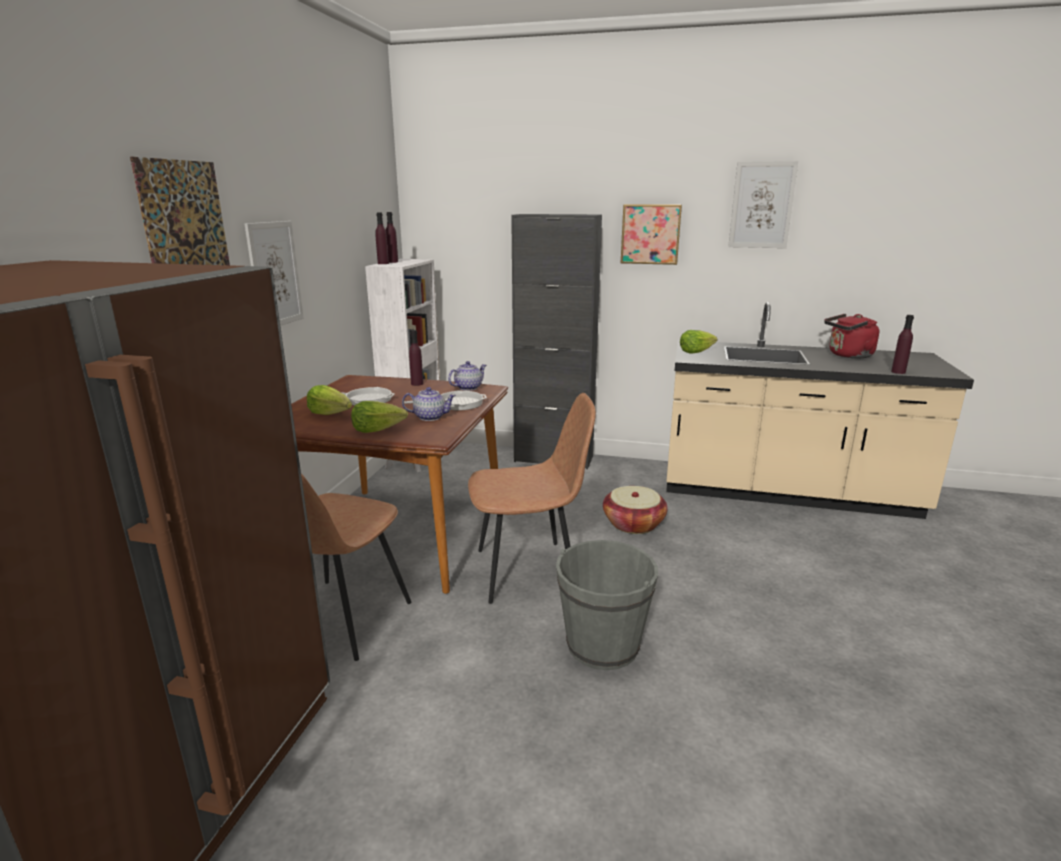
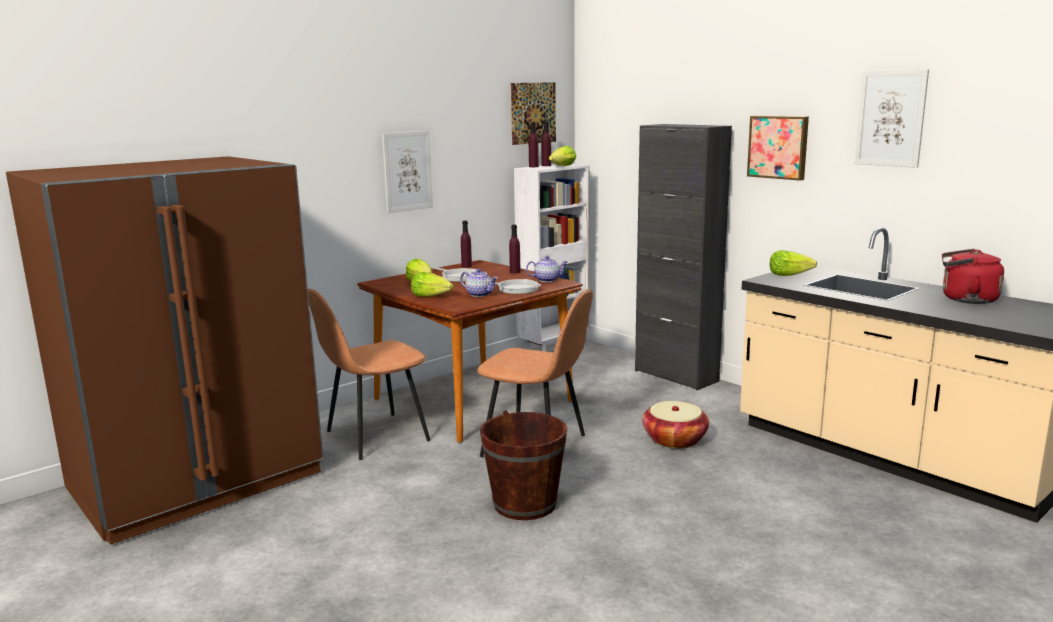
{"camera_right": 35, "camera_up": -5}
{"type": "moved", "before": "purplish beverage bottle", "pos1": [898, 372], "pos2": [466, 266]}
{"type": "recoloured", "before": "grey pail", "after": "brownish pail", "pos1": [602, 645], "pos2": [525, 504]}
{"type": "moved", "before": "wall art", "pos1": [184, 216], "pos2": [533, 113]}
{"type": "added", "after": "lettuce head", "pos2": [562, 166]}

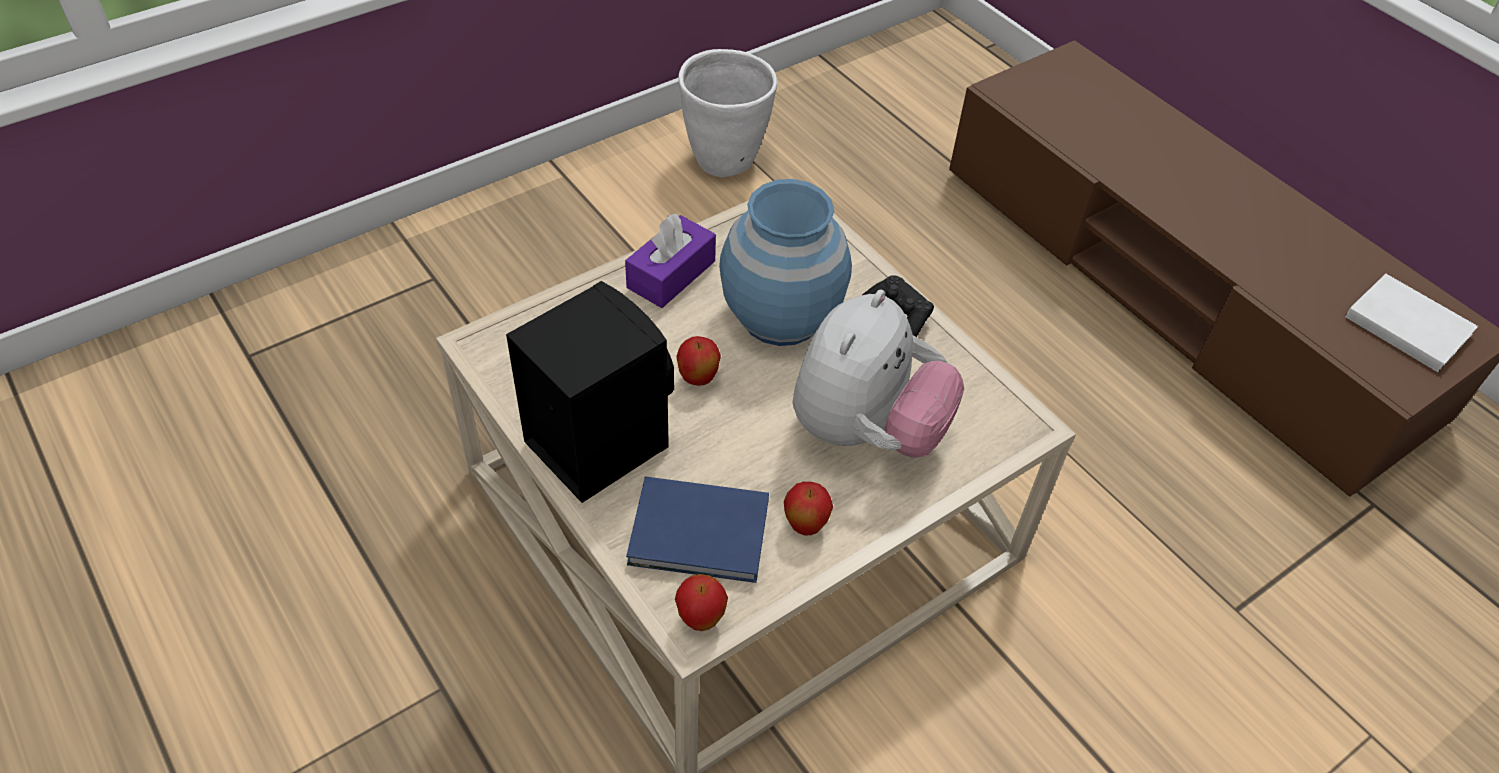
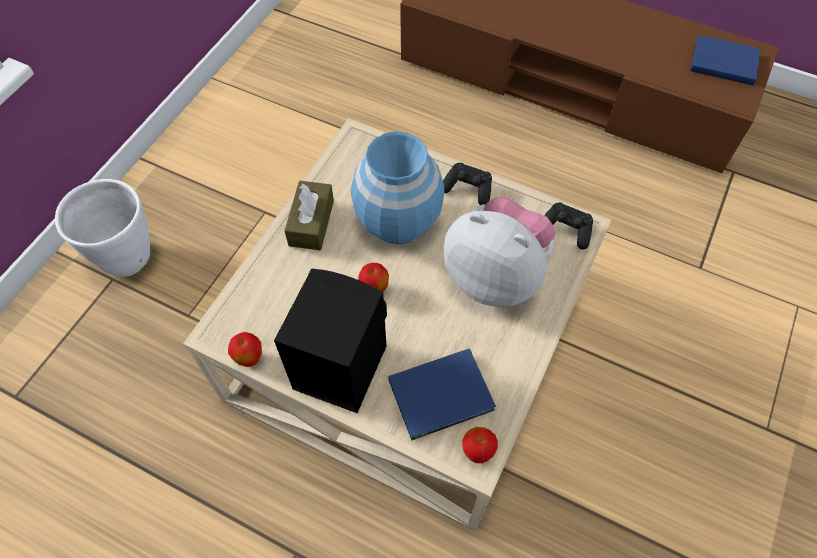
{"camera_right": -25, "camera_up": 10}
{"type": "moved", "before": "whitish flower pot", "pos1": [725, 161], "pos2": [128, 258]}
{"type": "moved", "before": "apple", "pos1": [805, 525], "pos2": [249, 358]}
{"type": "recoloured", "before": "purplish box of tissues", "after": "brownish box of tissues", "pos1": [671, 274], "pos2": [311, 223]}
{"type": "turned", "before": "plush toy", "pos1": [866, 431], "pos2": [495, 275], "turn": -60}
{"type": "added", "after": "blackish game controller", "pos2": [566, 230]}
{"type": "recoloured", "before": "whitish bound book", "after": "blue bound book", "pos1": [1405, 323], "pos2": [722, 61]}

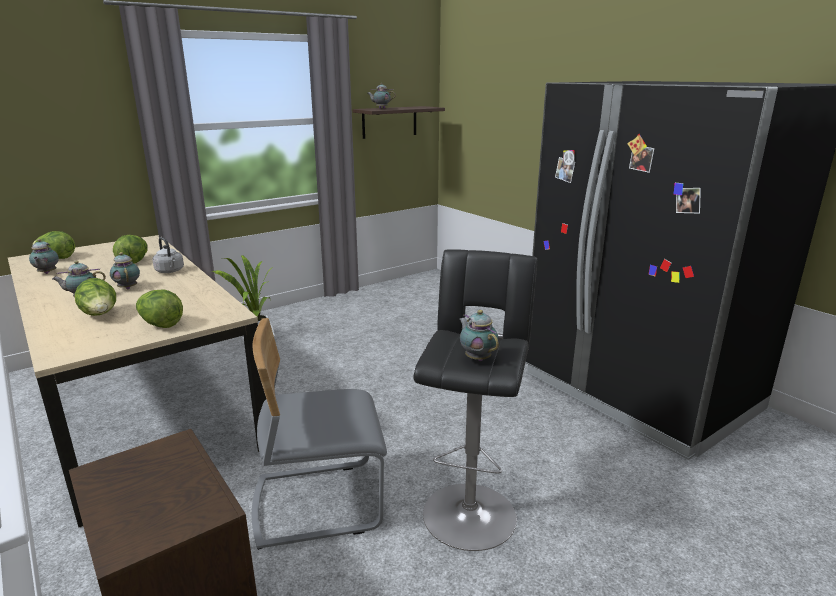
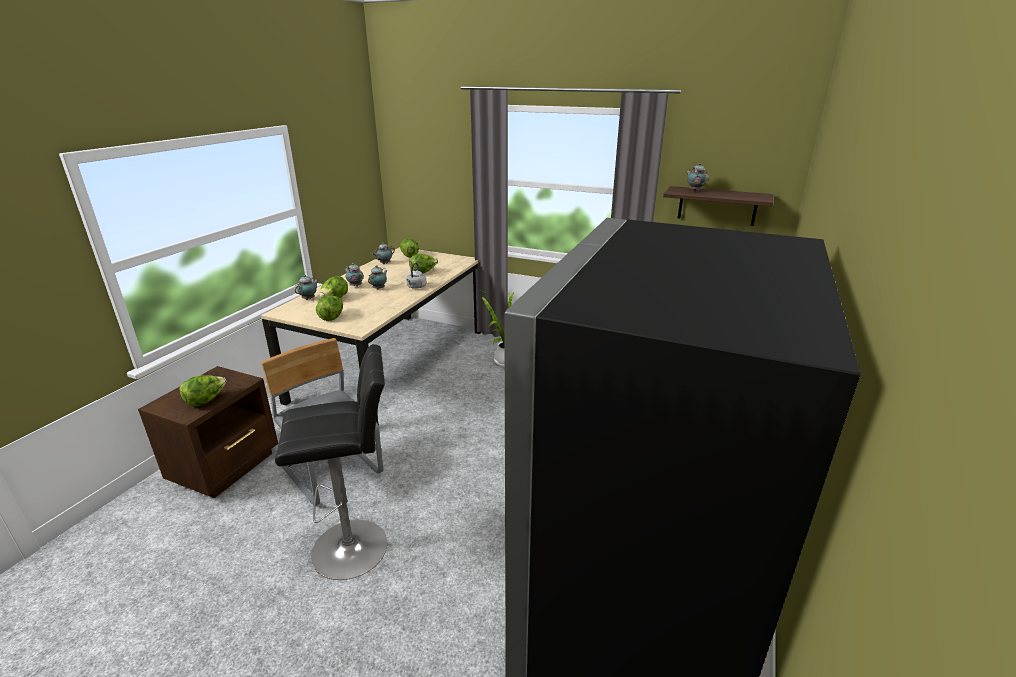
{"camera_right": 60, "camera_up": 5}
{"type": "added", "after": "lettuce head", "pos2": [206, 401]}
{"type": "moved", "before": "pot for tea", "pos1": [477, 358], "pos2": [309, 298]}

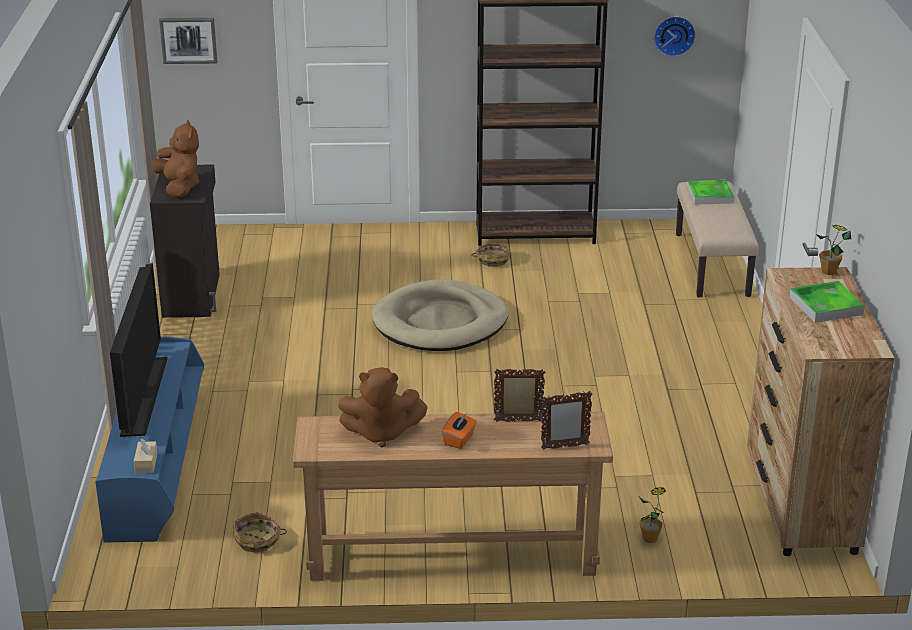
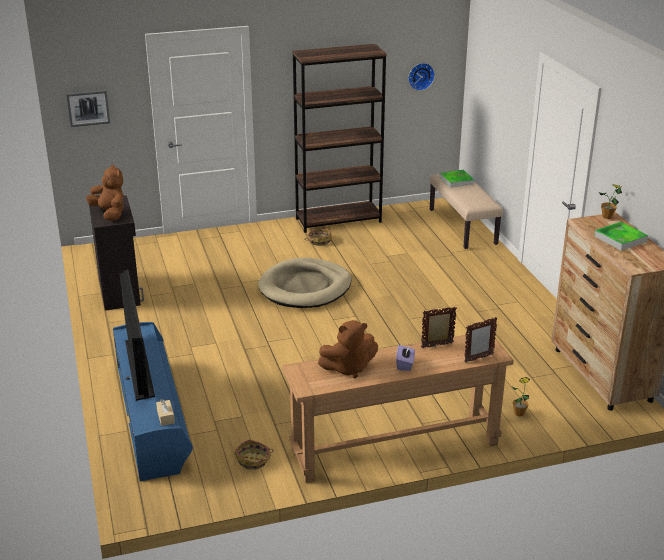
{"camera_right": -15, "camera_up": 0}
{"type": "recoloured", "before": "orange-coloured box of tissues", "after": "purplish box of tissues", "pos1": [459, 440], "pos2": [405, 364]}

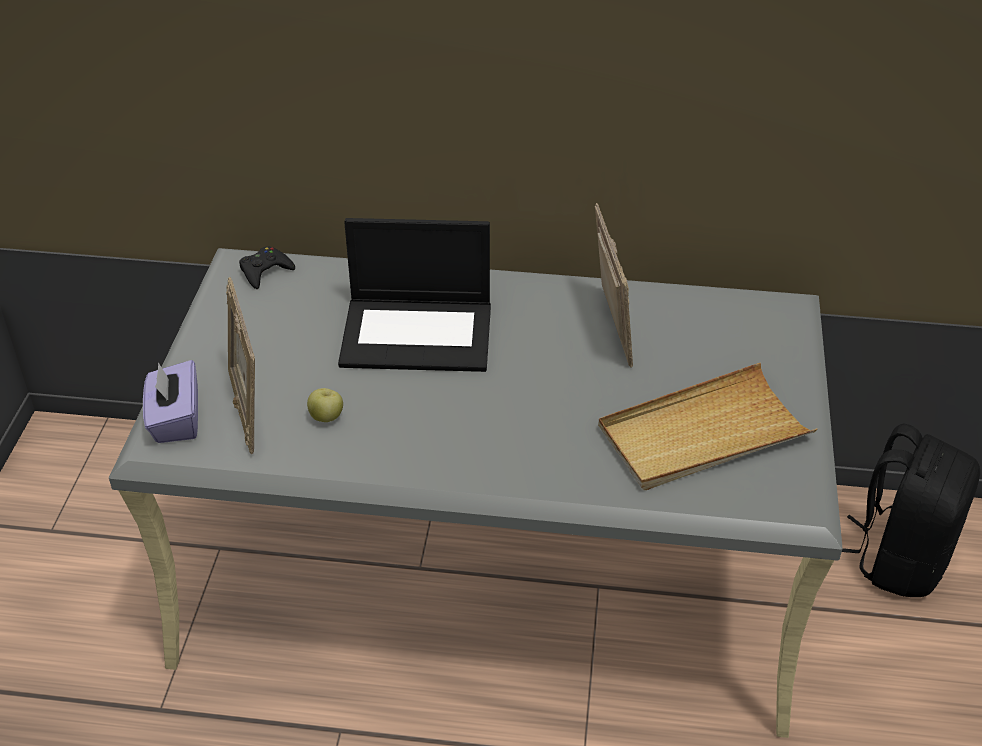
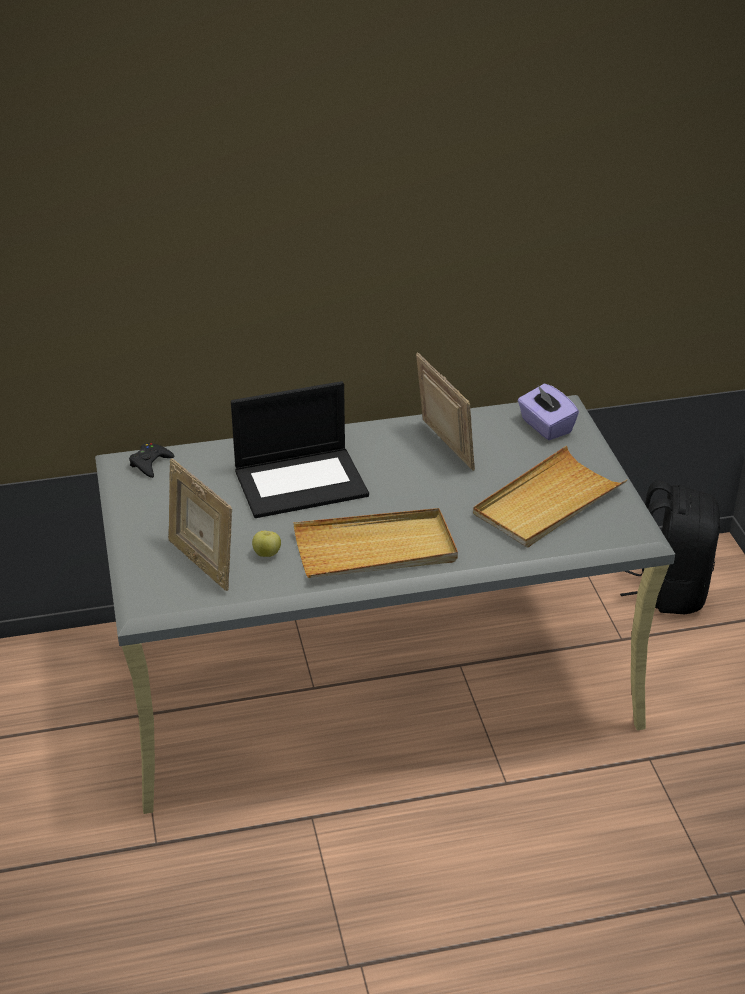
{"camera_right": -20, "camera_up": -5}
{"type": "added", "after": "beige-coloured carrying tray", "pos2": [375, 549]}
{"type": "moved", "before": "purplish box of tissues", "pos1": [175, 420], "pos2": [545, 426]}

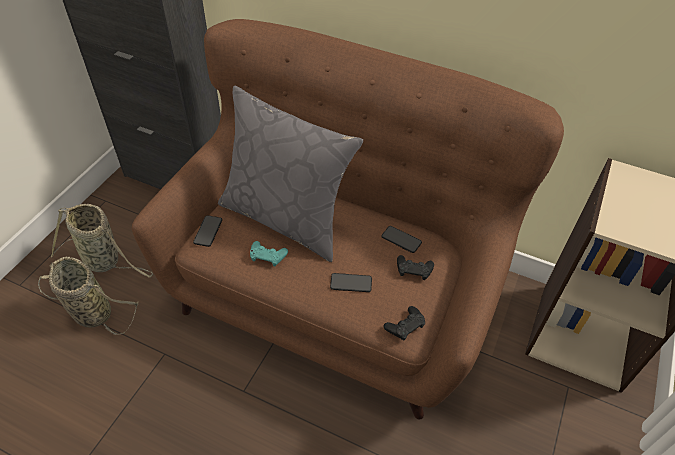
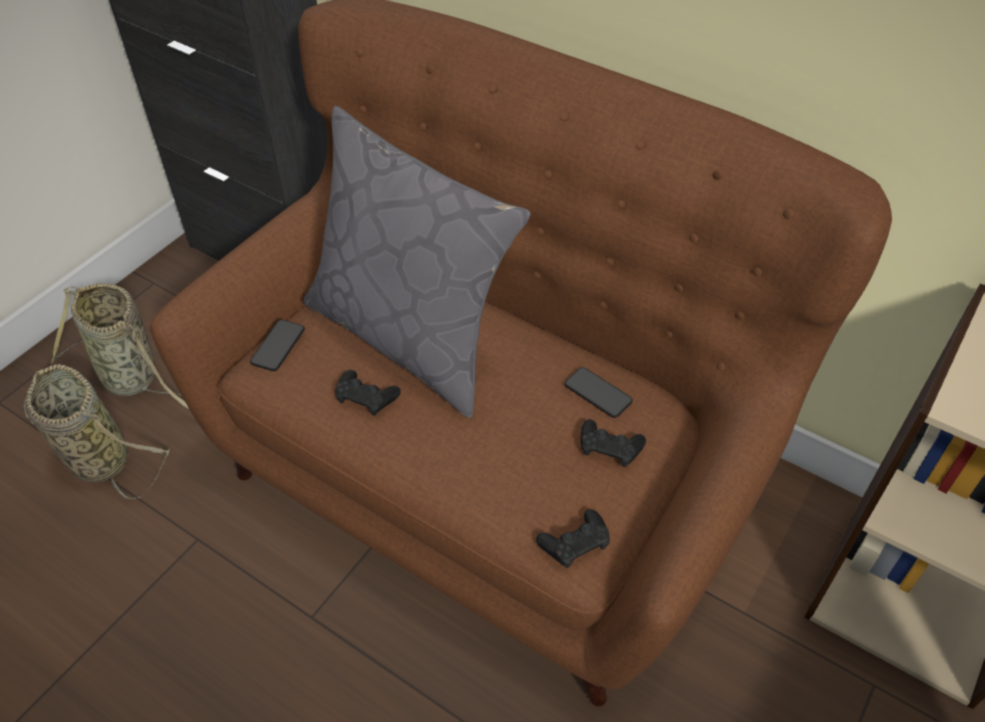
{"camera_right": 10, "camera_up": 0}
{"type": "recoloured", "before": "turquoise game controller", "after": "blackish game controller", "pos1": [268, 256], "pos2": [366, 397]}
{"type": "removed", "before": "handset", "pos1": [351, 283]}

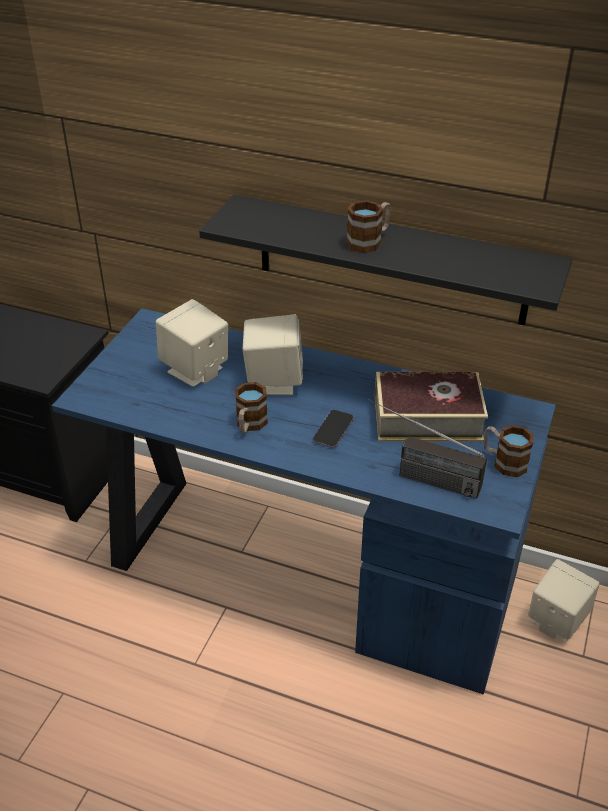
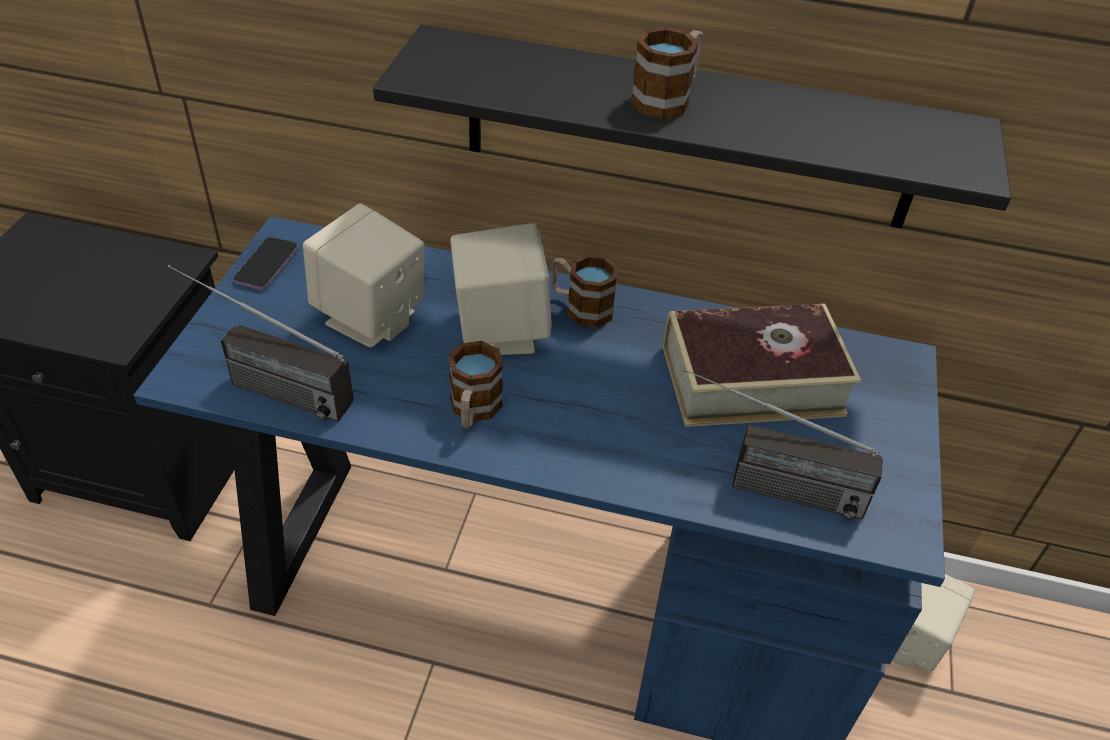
{"camera_right": -10, "camera_up": 5}
{"type": "added", "after": "radio set", "pos2": [262, 385]}
{"type": "moved", "before": "handset", "pos1": [333, 430], "pos2": [267, 265]}
{"type": "moved", "before": "mug", "pos1": [504, 461], "pos2": [580, 307]}

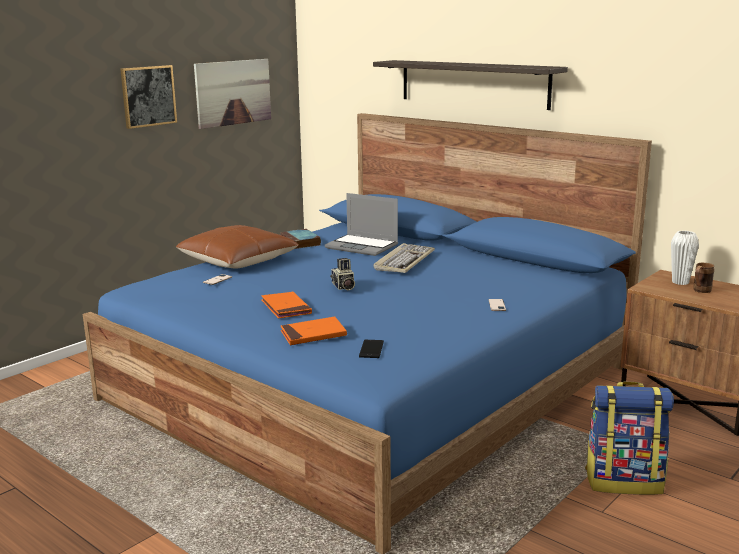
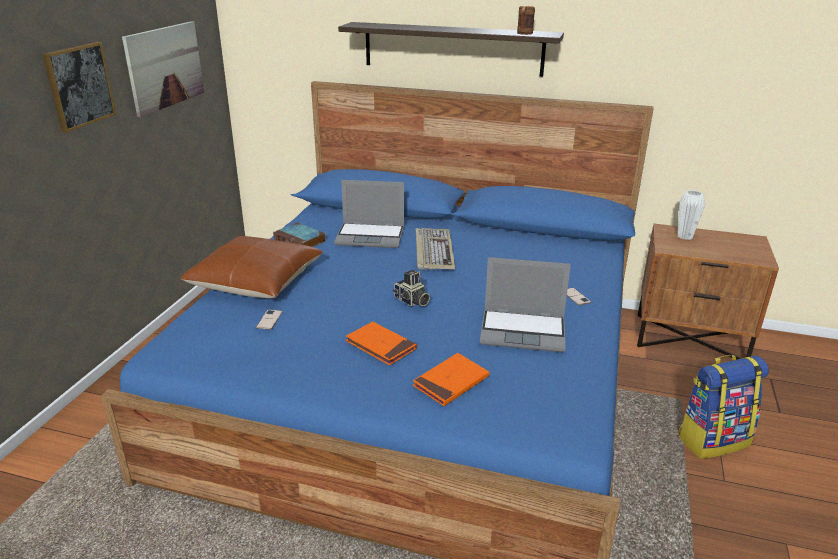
{"camera_right": -25, "camera_up": 10}
{"type": "added", "after": "portable computer", "pos2": [524, 331]}
{"type": "moved", "before": "brownish mug", "pos1": [700, 291], "pos2": [523, 34]}
{"type": "removed", "before": "handset", "pos1": [371, 349]}

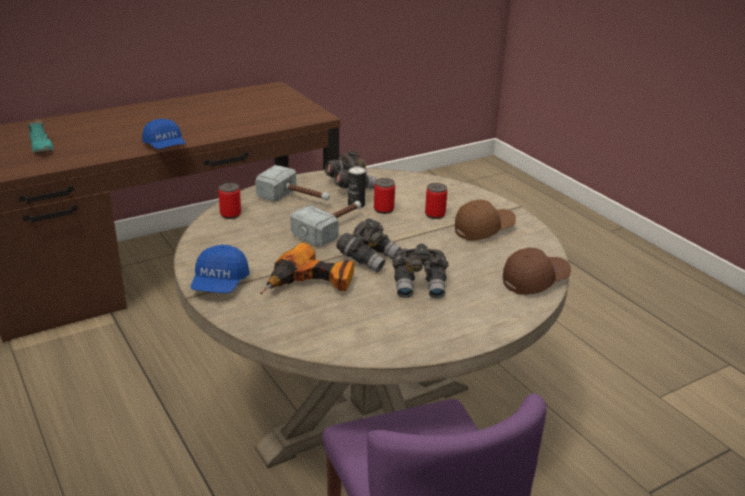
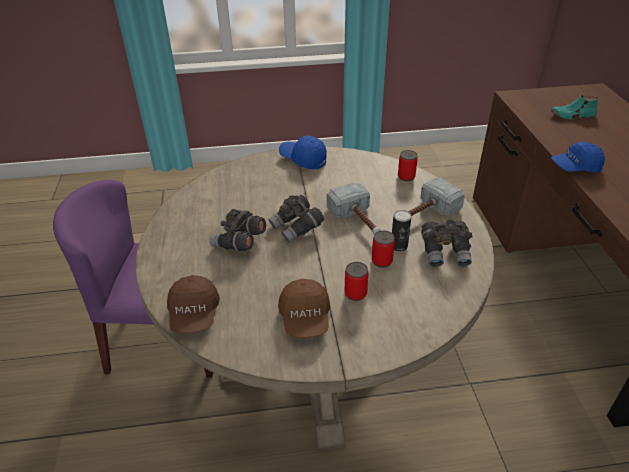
{"camera_right": 115, "camera_up": 10}
{"type": "removed", "before": "electric drill", "pos1": [311, 285]}

